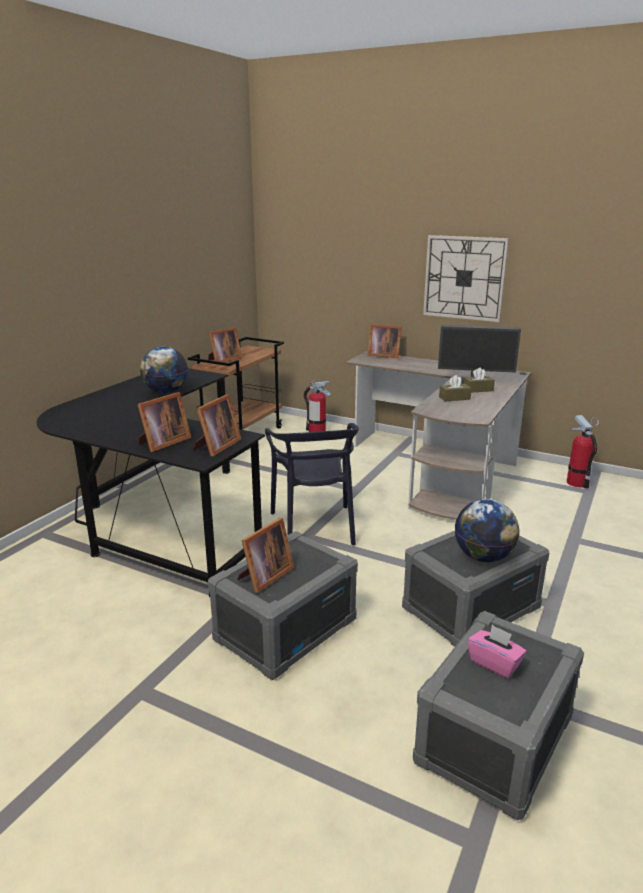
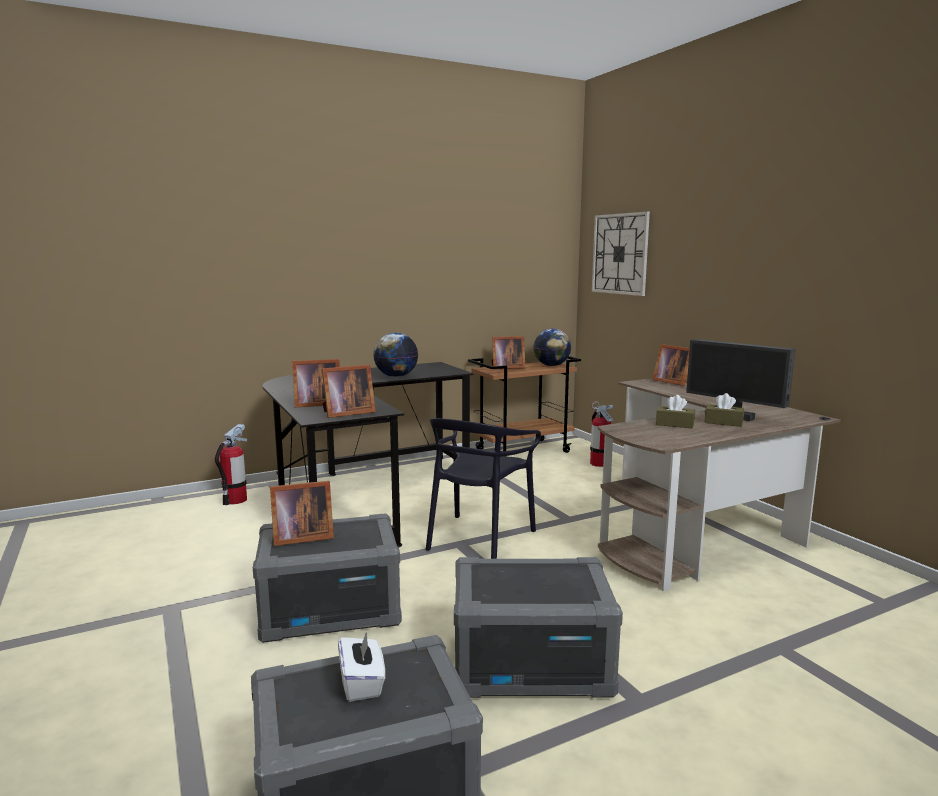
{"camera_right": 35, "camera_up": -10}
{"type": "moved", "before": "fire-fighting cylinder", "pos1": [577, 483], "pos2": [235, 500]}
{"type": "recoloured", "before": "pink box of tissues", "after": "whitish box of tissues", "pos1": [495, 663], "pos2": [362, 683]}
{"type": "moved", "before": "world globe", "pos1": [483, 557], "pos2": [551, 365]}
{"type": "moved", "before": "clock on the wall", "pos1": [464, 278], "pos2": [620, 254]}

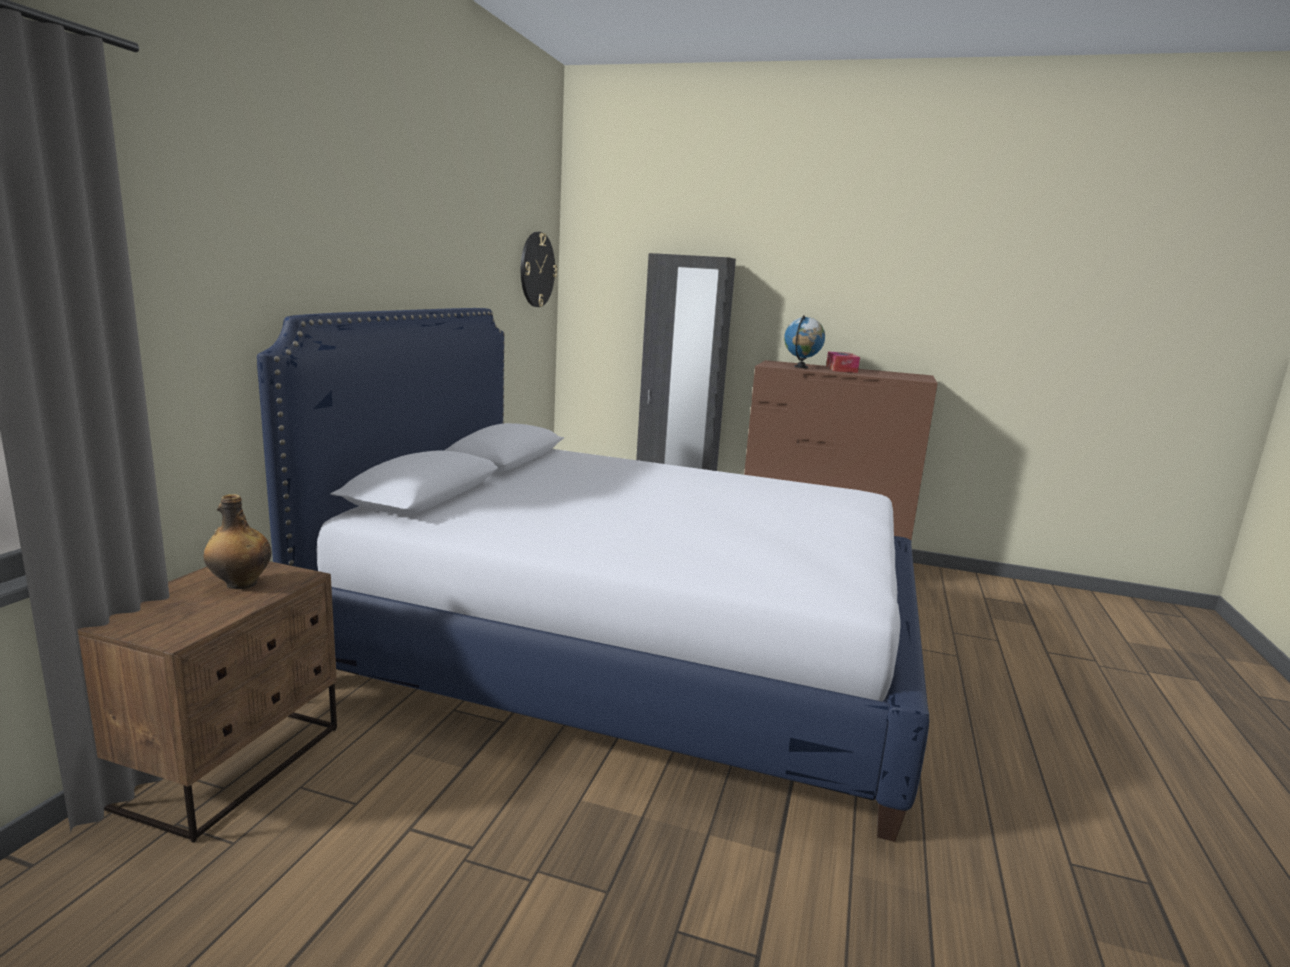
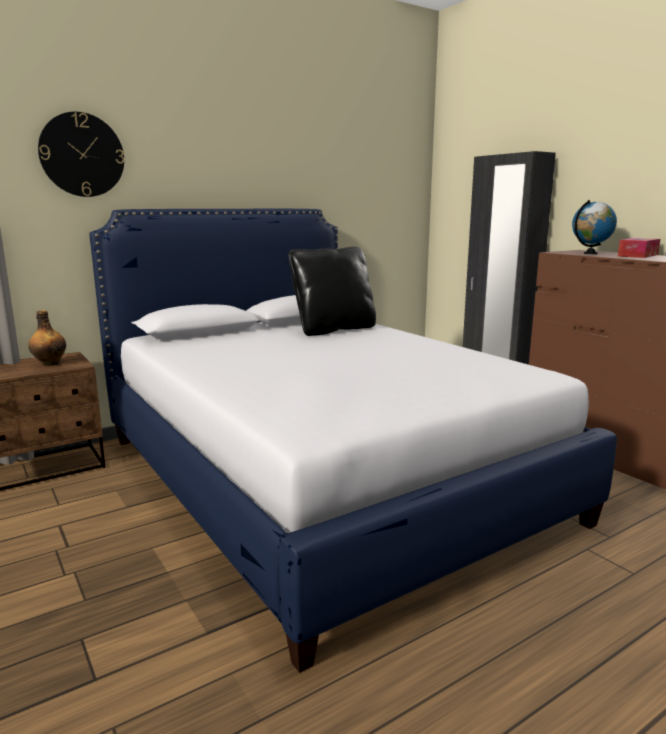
{"camera_right": 40, "camera_up": 0}
{"type": "moved", "before": "clock on the wall", "pos1": [536, 269], "pos2": [82, 155]}
{"type": "added", "after": "blackish cushion", "pos2": [333, 329]}

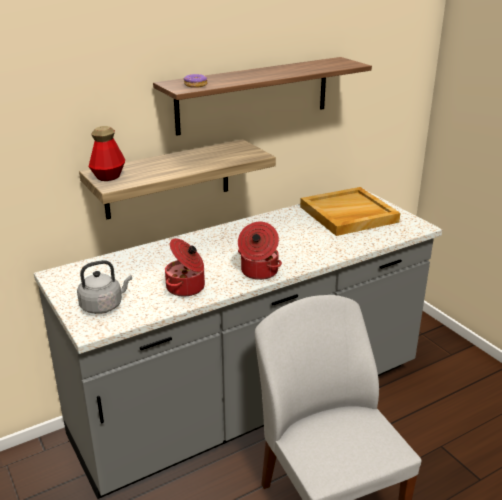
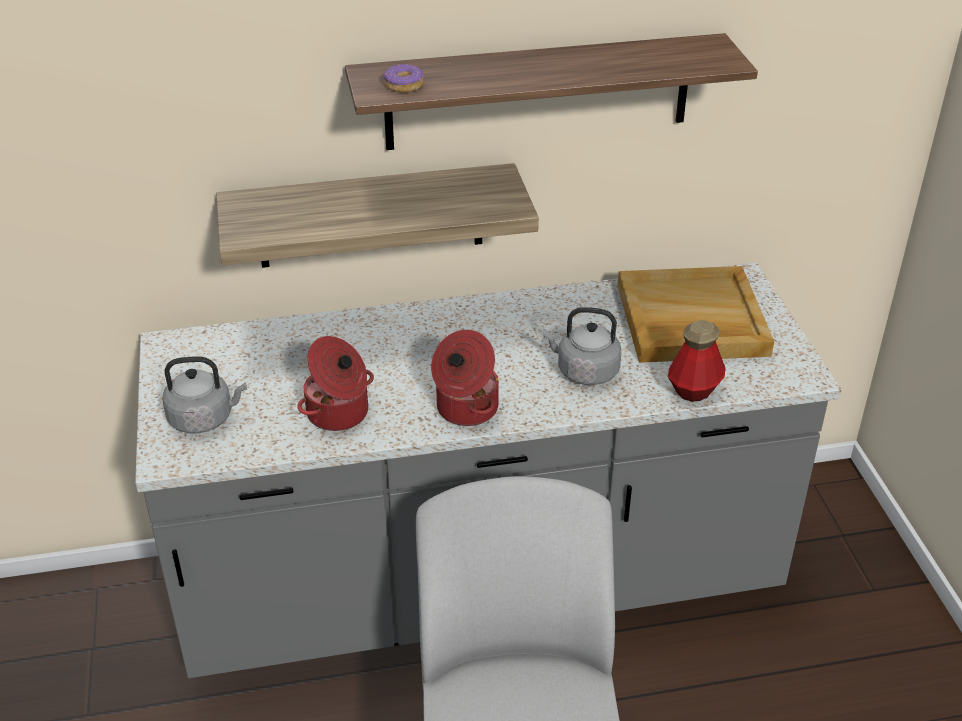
{"camera_right": 20, "camera_up": 10}
{"type": "added", "after": "grey water kettle", "pos2": [584, 372]}
{"type": "moved", "before": "beverage bottle", "pos1": [108, 176], "pos2": [694, 390]}

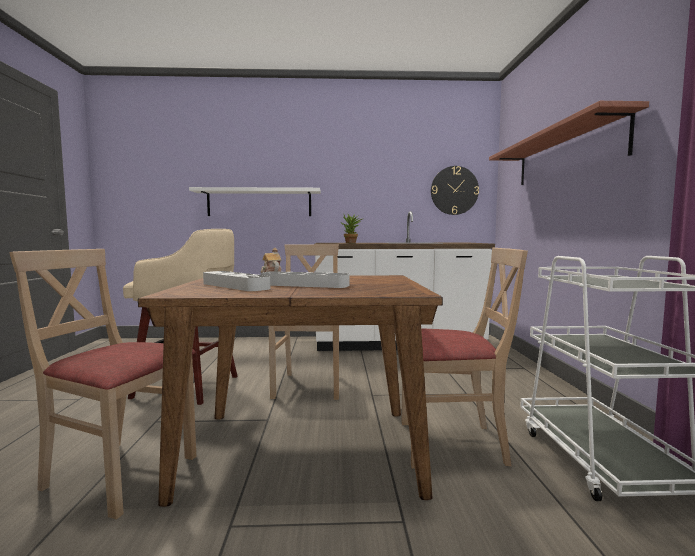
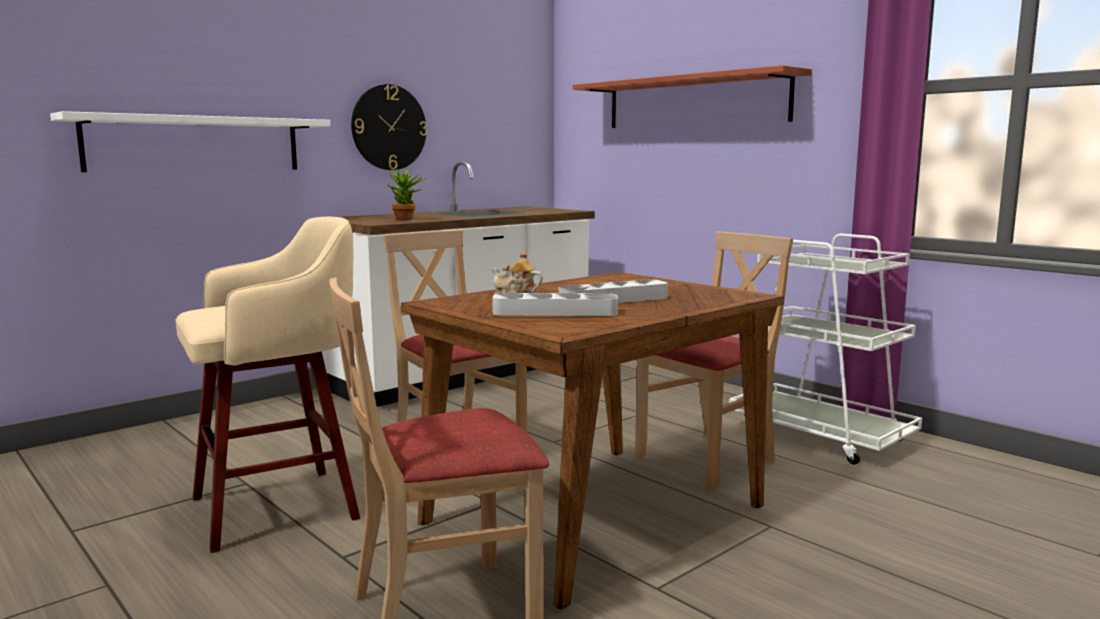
{"camera_right": -40, "camera_up": 5}
{"type": "moved", "before": "clock on the wall", "pos1": [454, 190], "pos2": [389, 127]}

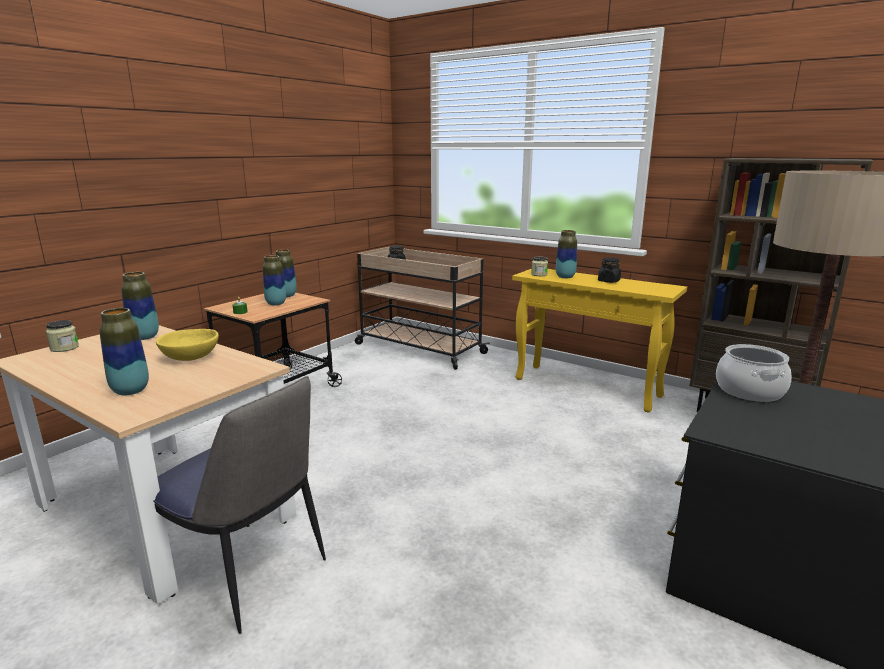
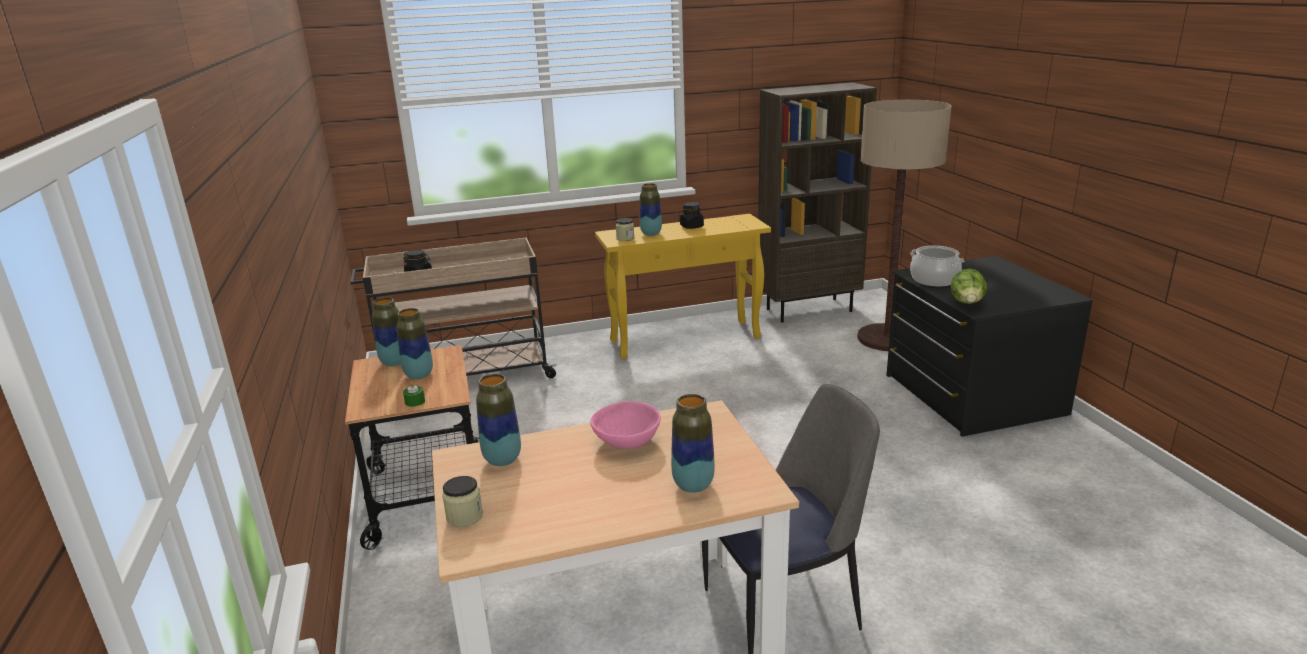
{"camera_right": -50, "camera_up": 5}
{"type": "recoloured", "before": "yellow-coloured bowl", "after": "pink bowl", "pos1": [191, 357], "pos2": [626, 441]}
{"type": "added", "after": "lettuce head", "pos2": [967, 304]}

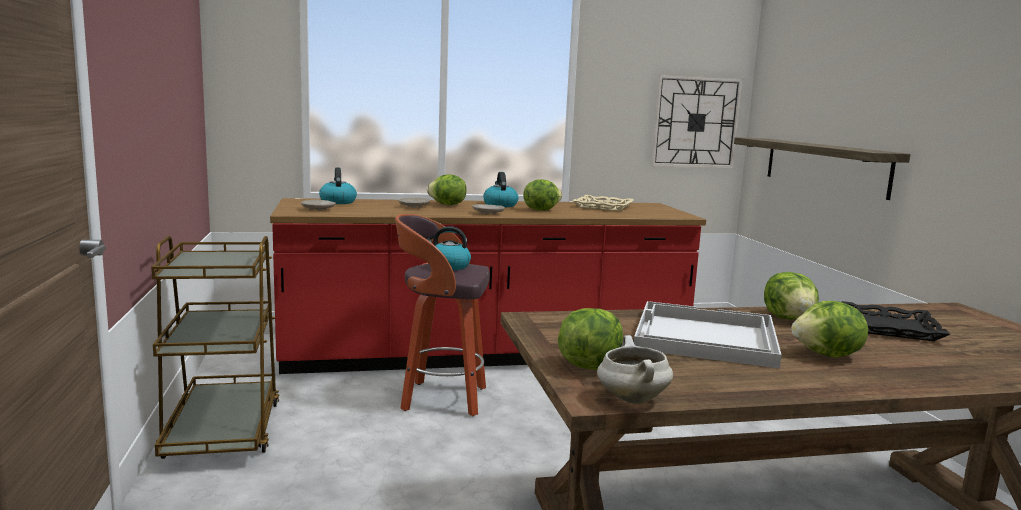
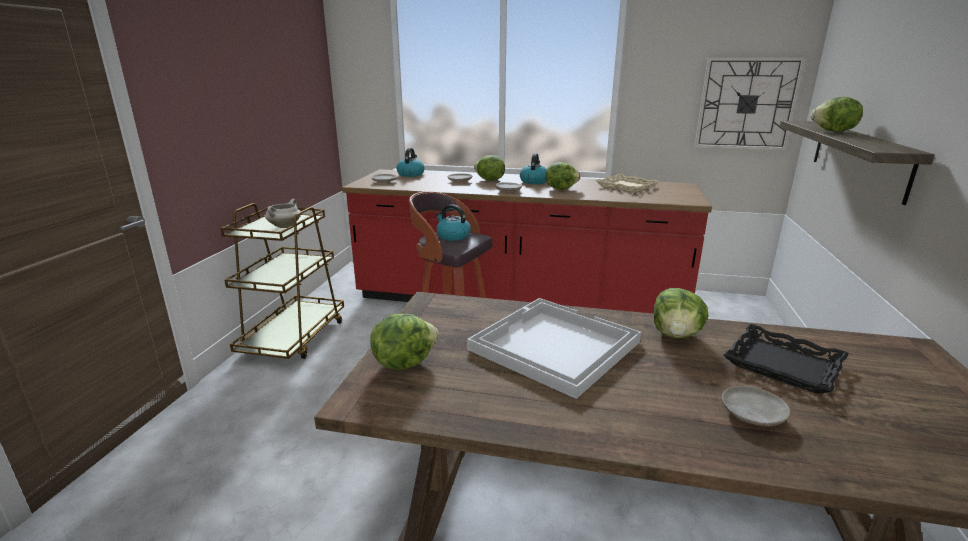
{"camera_right": 25, "camera_up": 10}
{"type": "moved", "before": "whitish stockpot", "pos1": [631, 399], "pos2": [285, 226]}
{"type": "added", "after": "beige-coloured plate", "pos2": [751, 414]}
{"type": "moved", "before": "lettuce head", "pos1": [828, 355], "pos2": [833, 131]}

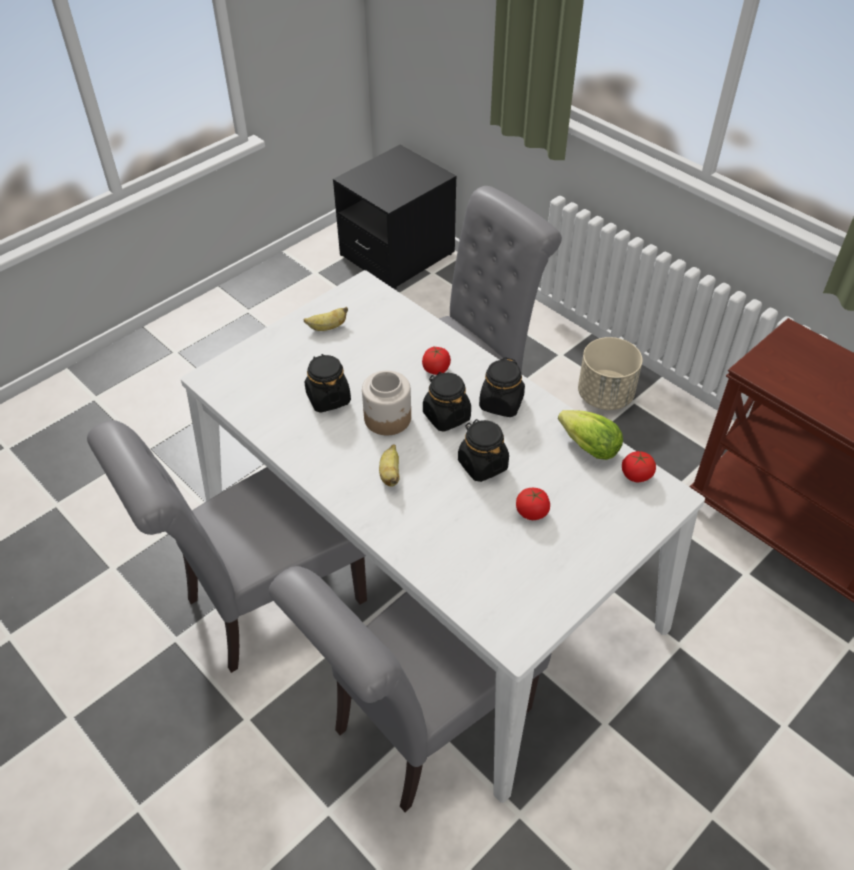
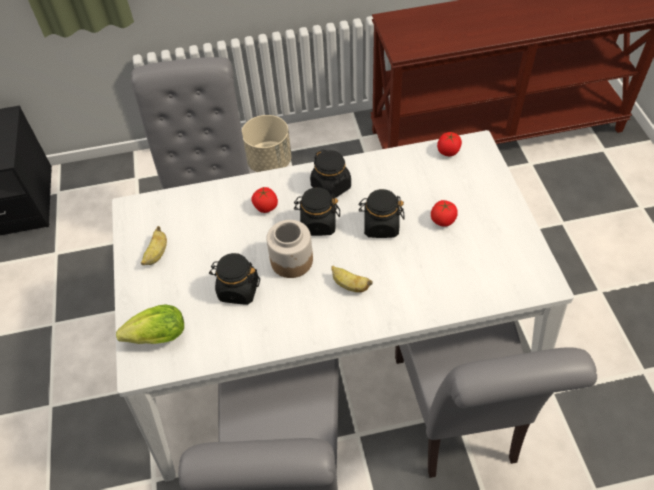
{"camera_right": -55, "camera_up": 5}
{"type": "moved", "before": "lettuce head", "pos1": [585, 445], "pos2": [154, 338]}

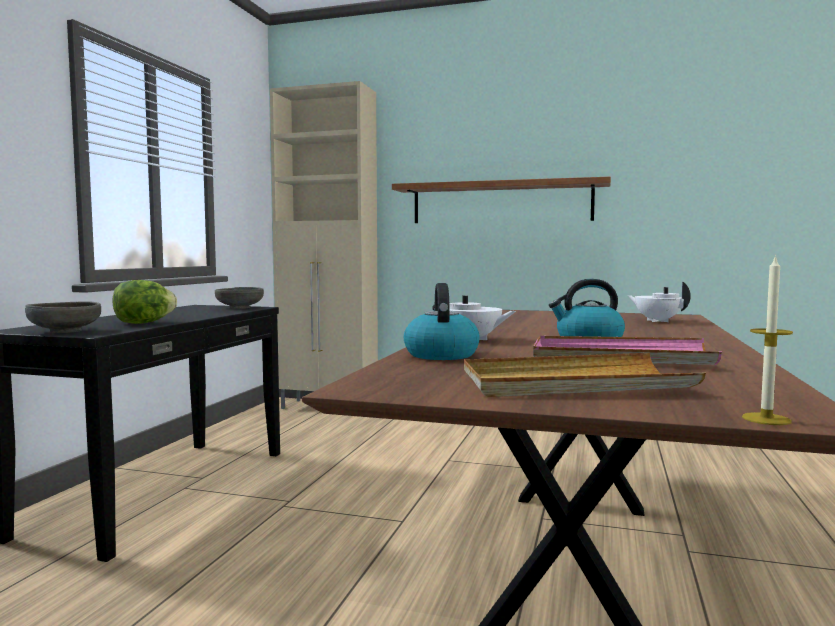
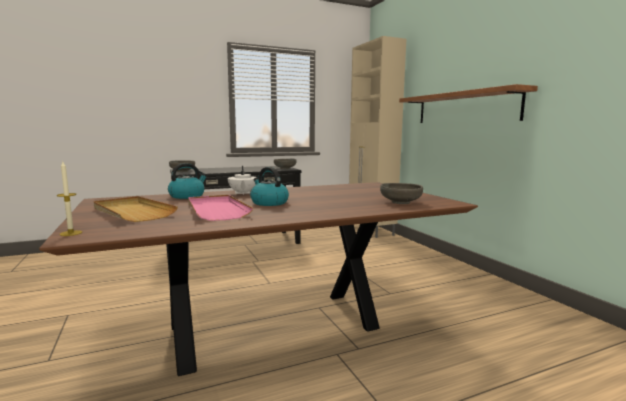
{"camera_right": 50, "camera_up": 5}
{"type": "replaced", "before": "whitish pot for tea", "after": "grey bowl", "pos1": [657, 321], "pos2": [400, 202]}
{"type": "removed", "before": "lettuce head", "pos1": [143, 323]}

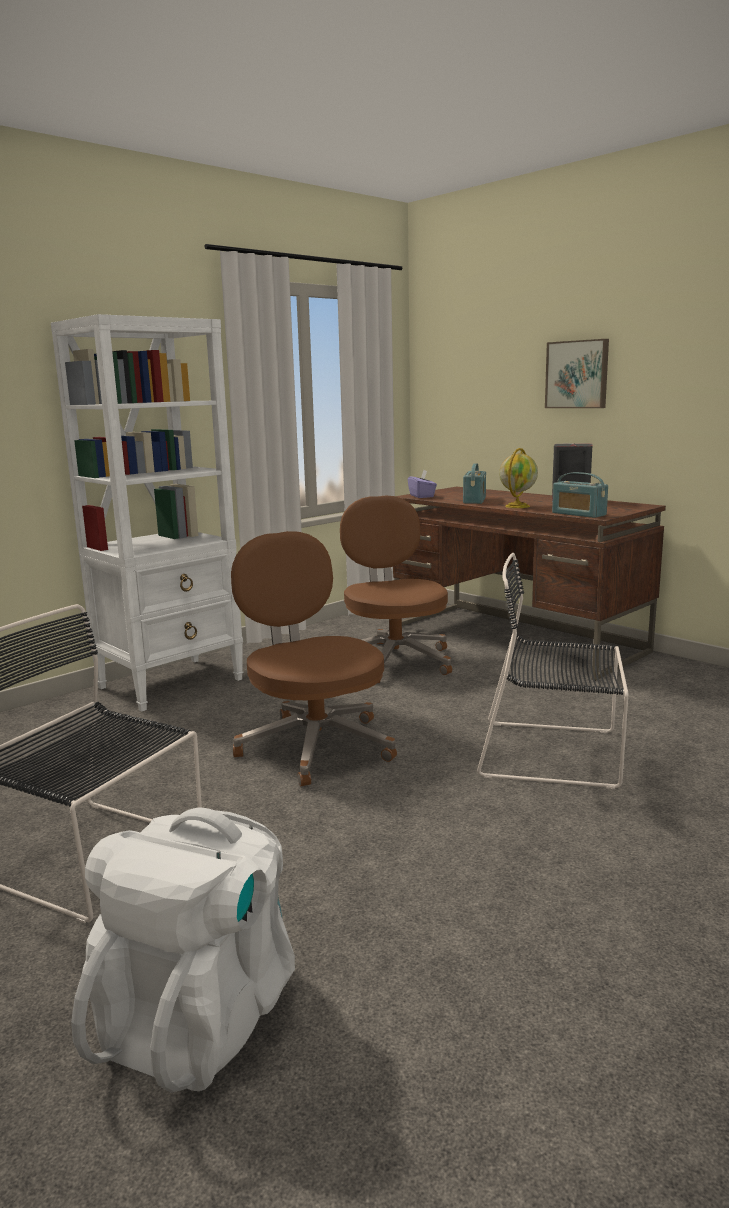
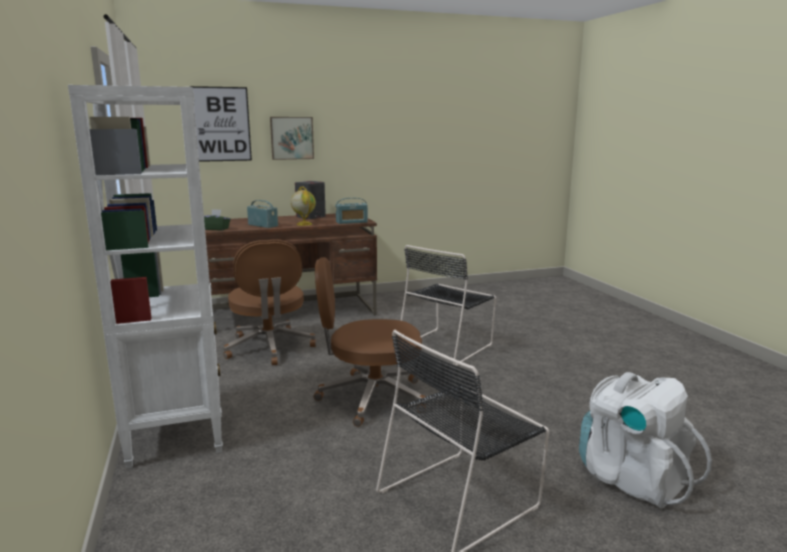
{"camera_right": -65, "camera_up": 0}
{"type": "added", "after": "wall art", "pos2": [221, 124]}
{"type": "recoloured", "before": "purplish box of tissues", "after": "green box of tissues", "pos1": [422, 496], "pos2": [216, 229]}
{"type": "turned", "before": "brownish computer chair", "pos1": [394, 660], "pos2": [269, 348], "turn": -120}

